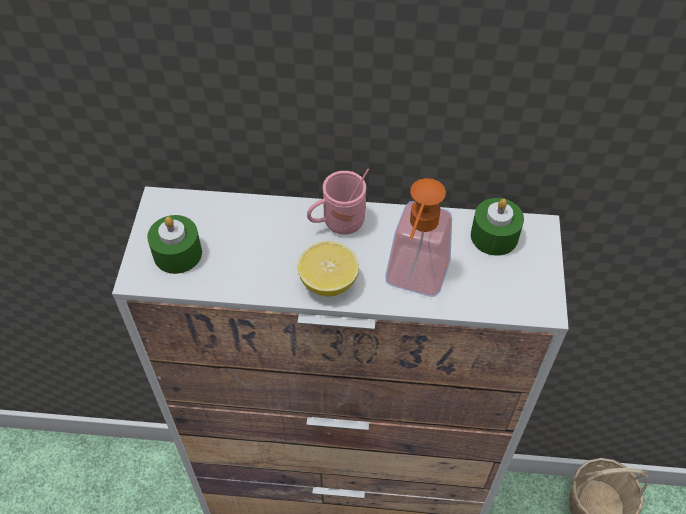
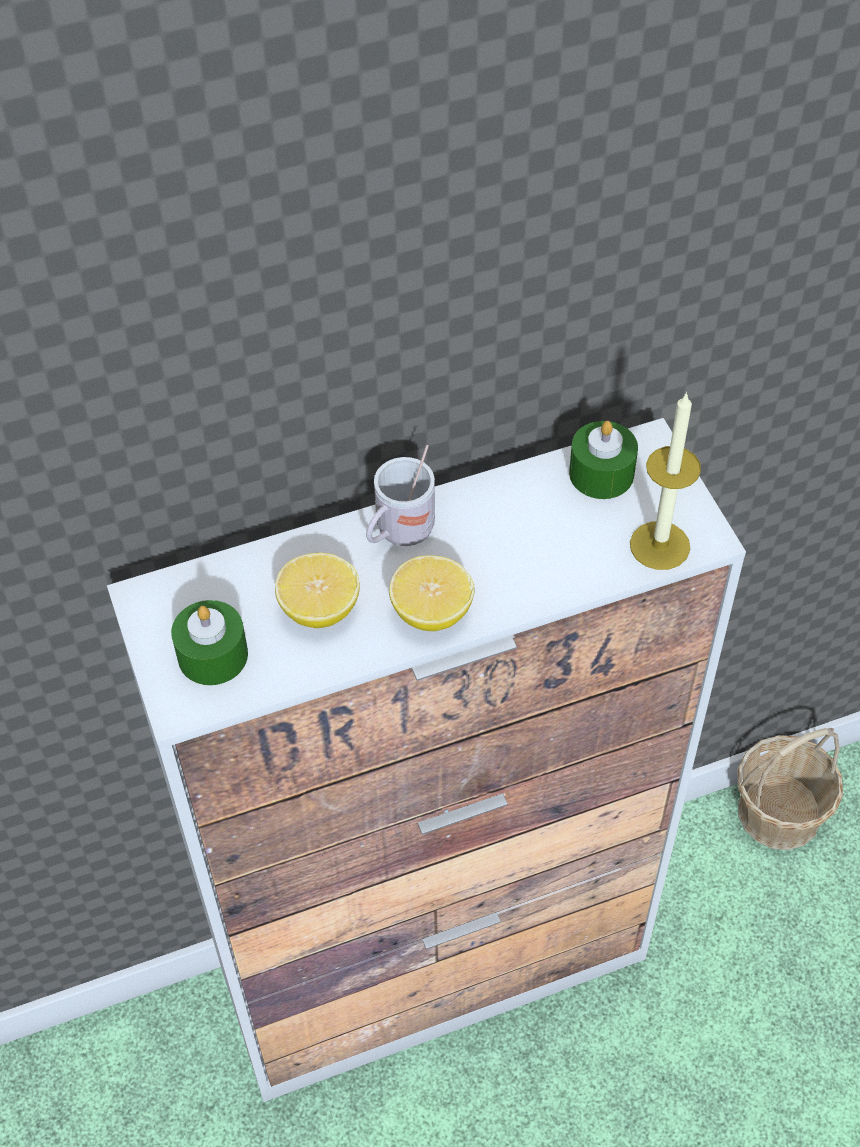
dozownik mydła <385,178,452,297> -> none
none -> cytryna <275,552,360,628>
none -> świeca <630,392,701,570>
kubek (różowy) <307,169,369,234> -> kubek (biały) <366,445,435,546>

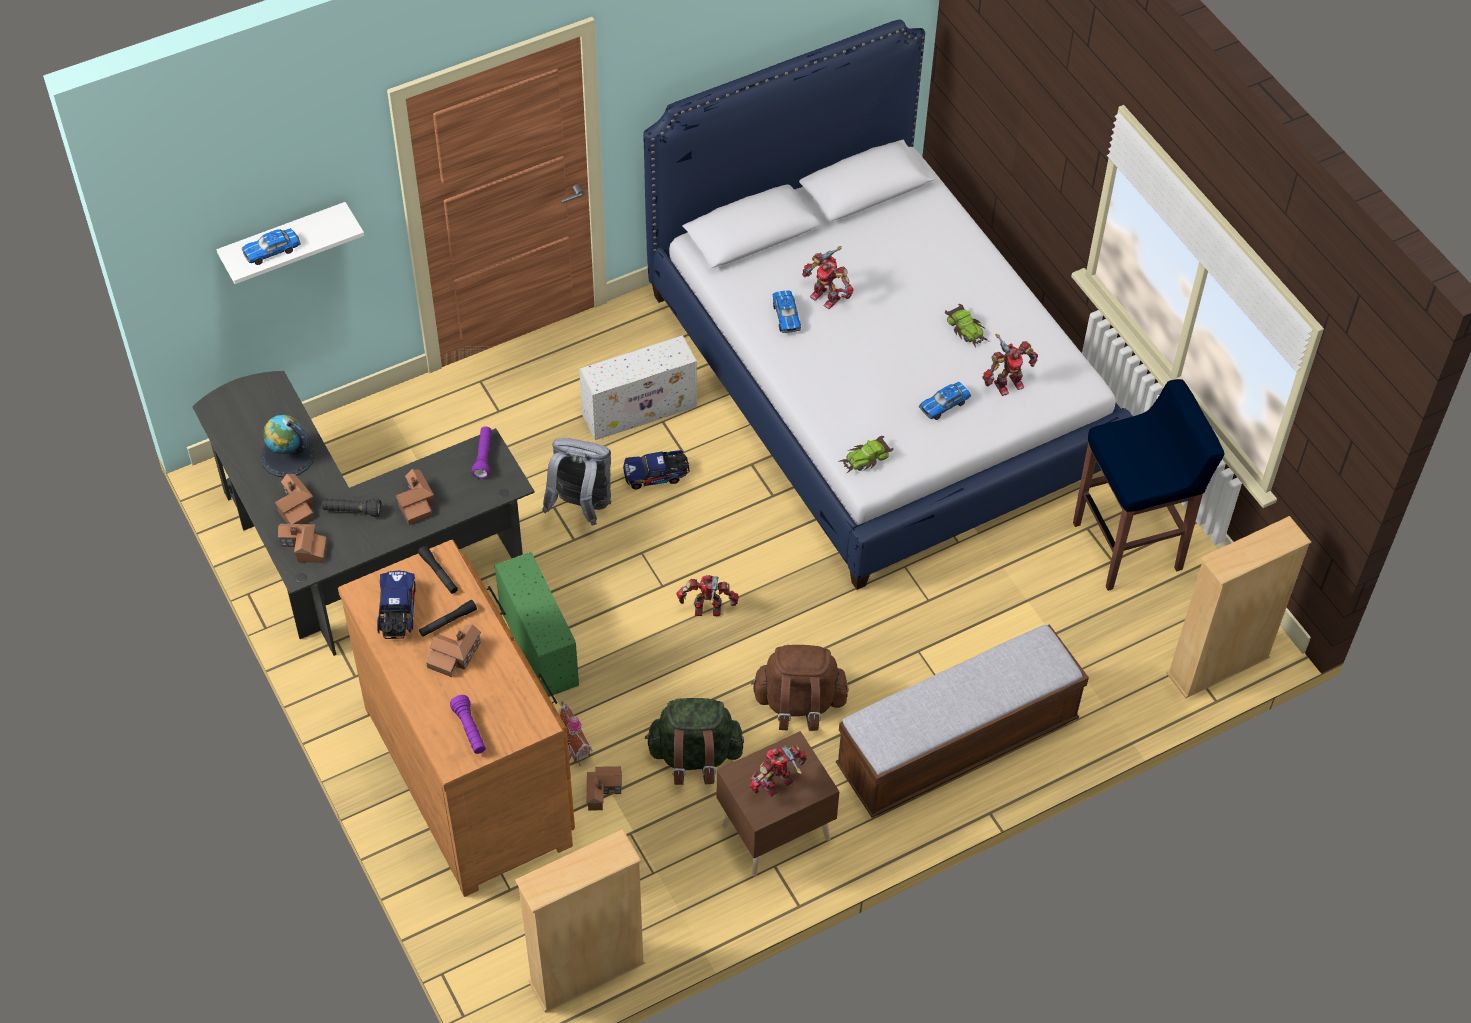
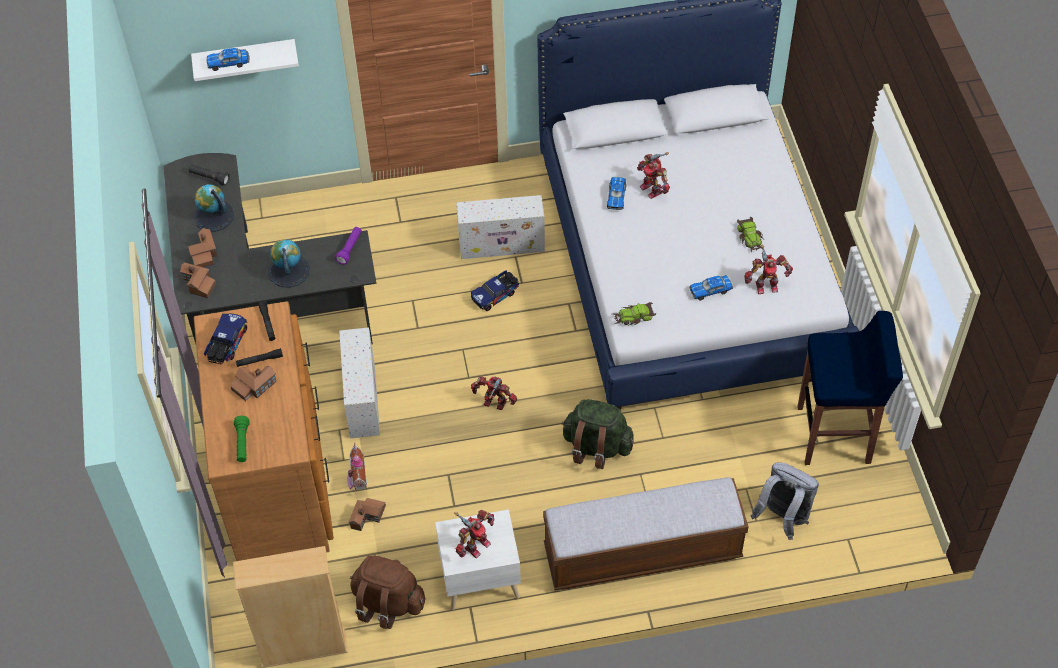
regał (beżowy) <1166,516,1311,698> -> none
latarka (czarny) <322,499,381,517> -> latarka (czarny) <189,165,230,186>, move
plecak (szary) <542,438,611,525> -> plecak (szary) <751,462,819,540>, move
plecak (zielony) <645,698,744,785> -> plecak (zielony) <562,399,634,469>, move
plecak (brązowy) <751,645,849,731> -> plecak (brązowy) <350,556,425,629>, move
domek <396,469,434,525> -> globus <268,239,310,287>
latarka (fioletowy) <450,695,486,754> -> latarka (zielony) <234,416,249,462>
pojemnik do przechowywania (zielony) <495,552,579,697> -> pojemnik do przechowywania (biały) <339,327,380,438>
szafka nocna (brązowy) <716,731,840,876> -> szafka nocna (biały) <435,509,521,611>
ciężarówka zabawkowa <623,450,690,489> -> ciężarówka zabawkowa <471,270,519,311>, 45 degrees counterclockwise
robot zabawkowy <750,745,807,797> -> robot zabawkowy <454,510,495,558>, 150 degrees clockwise

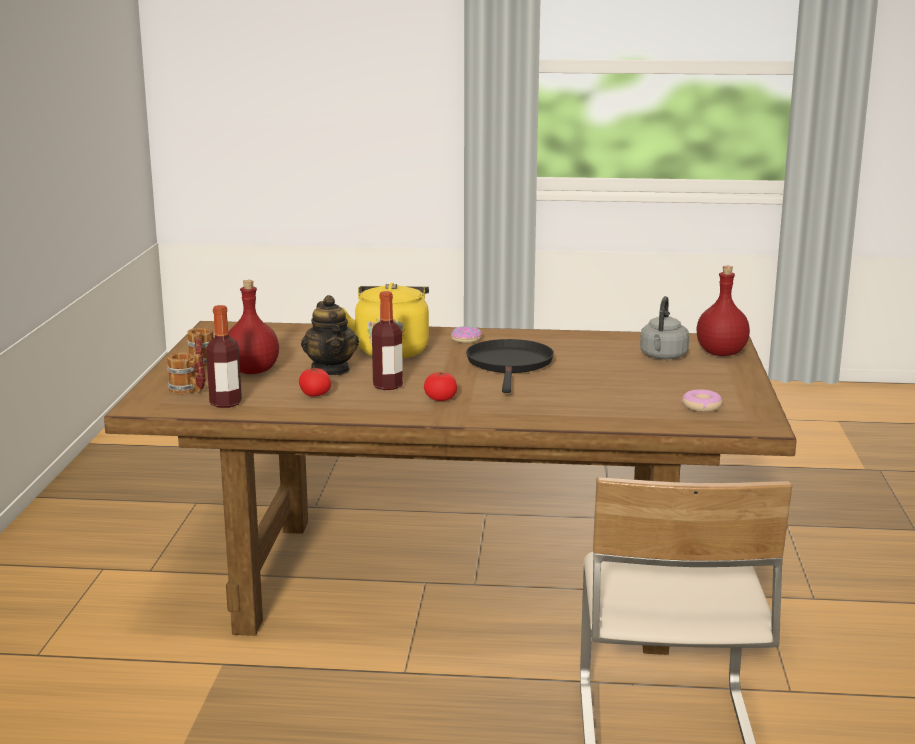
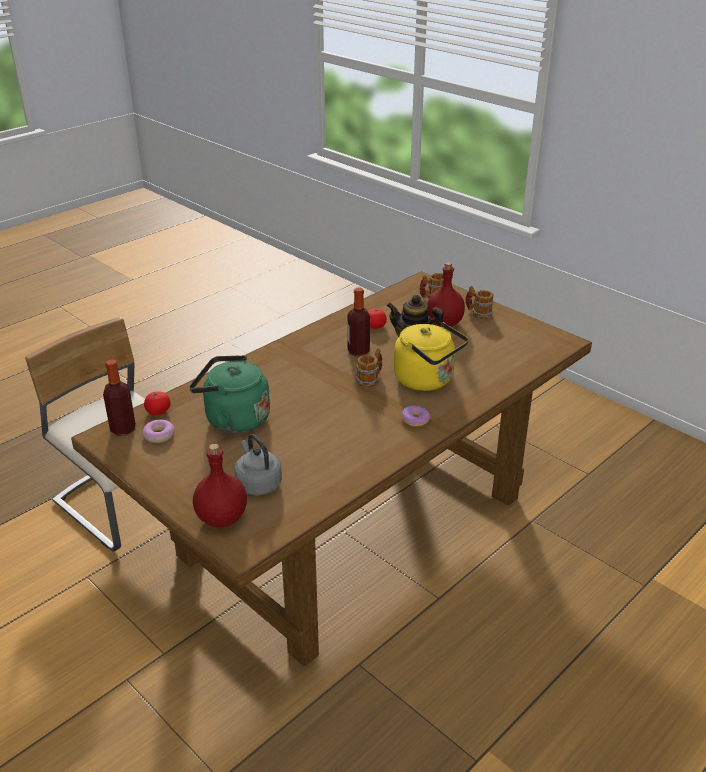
patelnia (czarny) <466,339,554,393> -> none
none -> czajnik (zielony) <190,355,270,433>
none -> kubek <356,348,382,388>
butelka <206,305,242,408> -> butelka <103,359,136,436>, move
pomidor <424,372,457,401> -> pomidor <144,391,171,415>, move

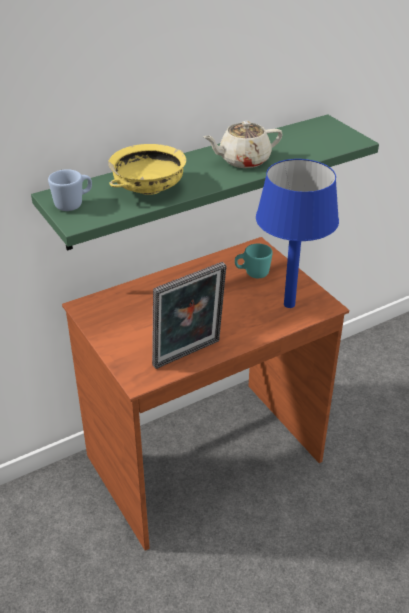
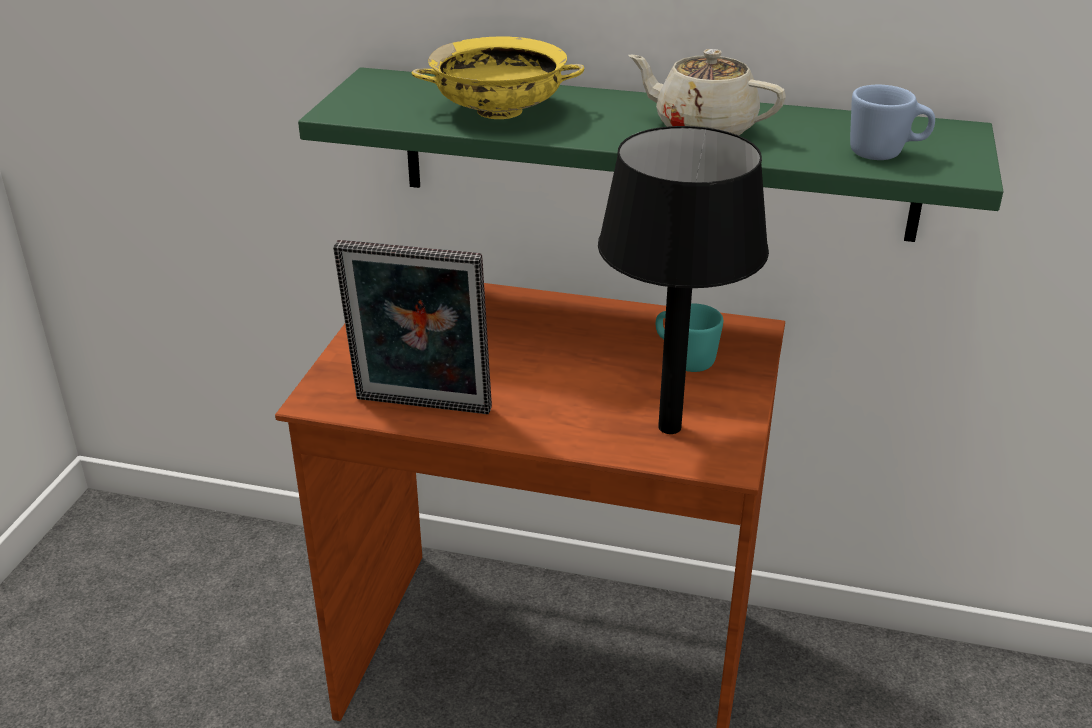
kubek (niebieski) <48,169,92,211> -> kubek (niebieski) <850,85,935,160>, move
lampa stołowa (niebieski) <256,159,339,308> -> lampa stołowa (czarny) <598,126,769,434>

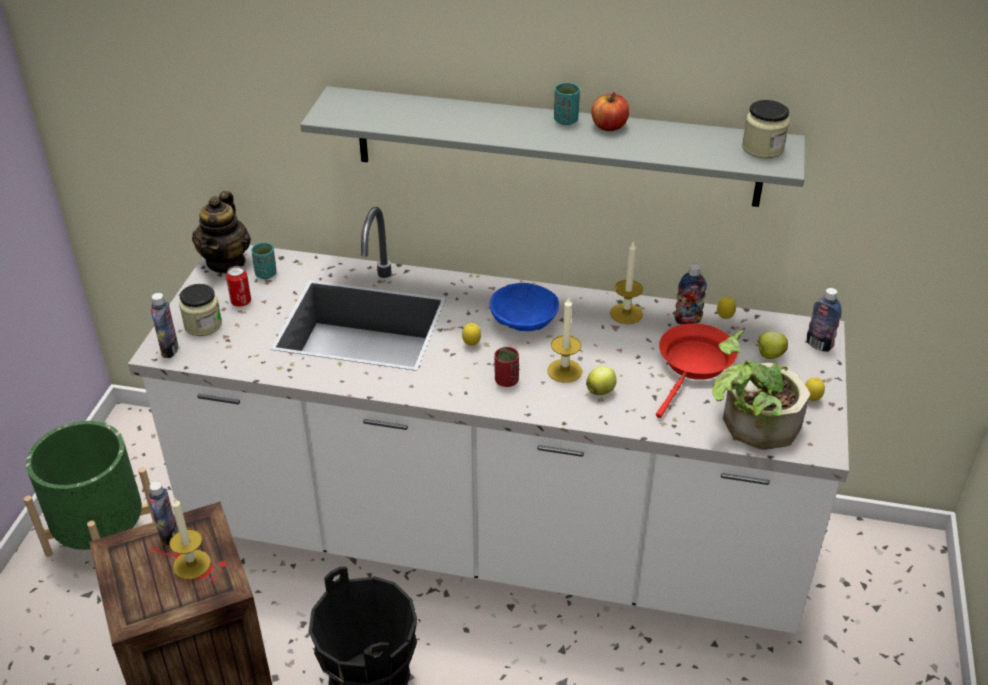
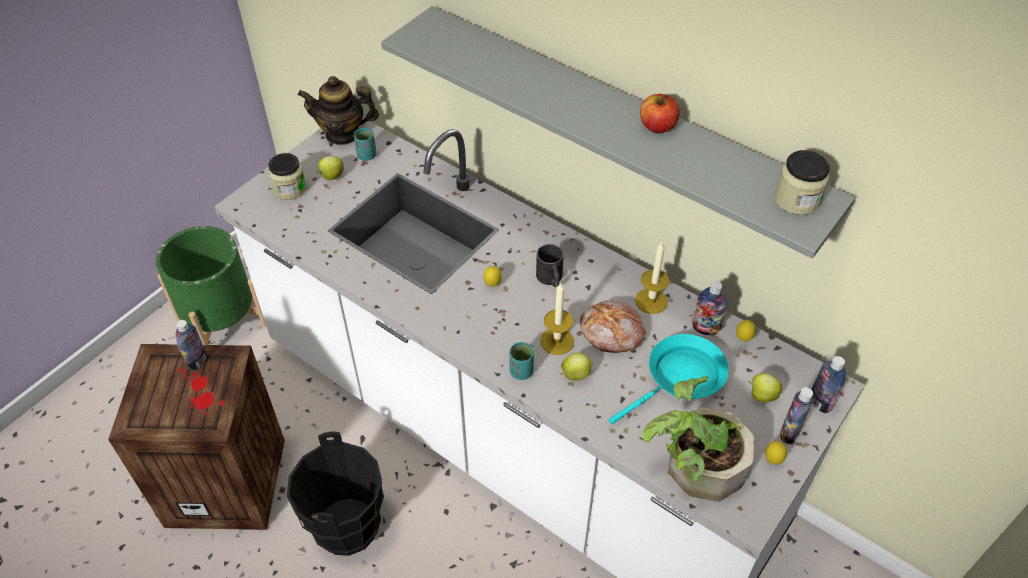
świeca <169,497,211,579> -> none
filiżanka (czerwony) <494,347,519,387> -> none
none -> chleb <580,300,646,353>
butelka <151,293,179,358> -> butelka <780,387,813,444>, move
filiżanka (turkusowy) <554,83,580,125> -> filiżanka (turkusowy) <509,342,534,380>, move
puszka <226,266,251,307> -> jabłko <317,156,344,180>
miska (niebieski) <490,283,559,331> -> kubek (czarny) <536,244,564,287>
patelnia (czerwony) <656,323,738,418> -> patelnia (turkusowy) <609,334,729,424>
imbryk <192,191,251,273> -> imbryk <297,76,379,145>, 60 degrees clockwise

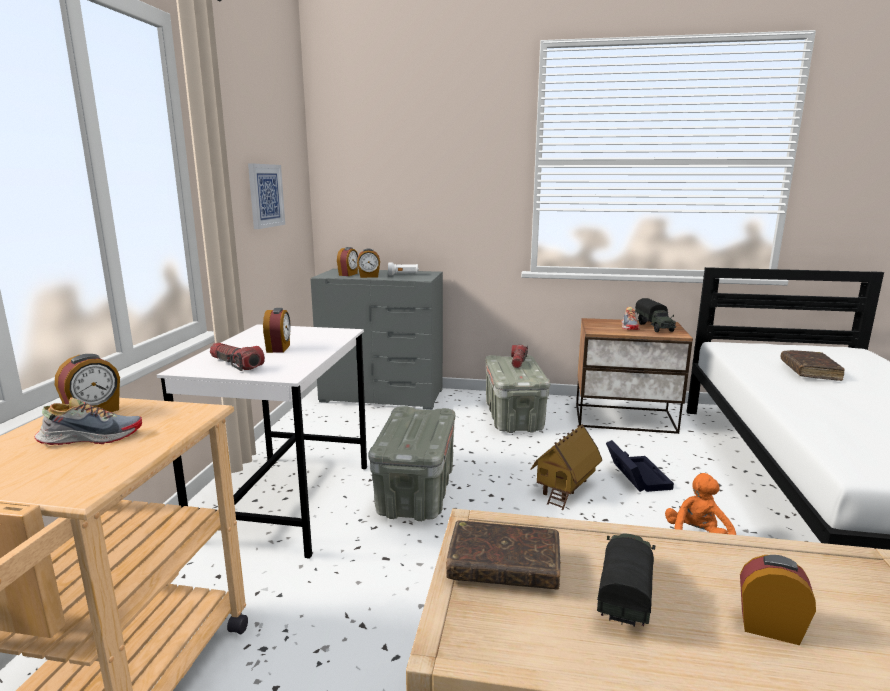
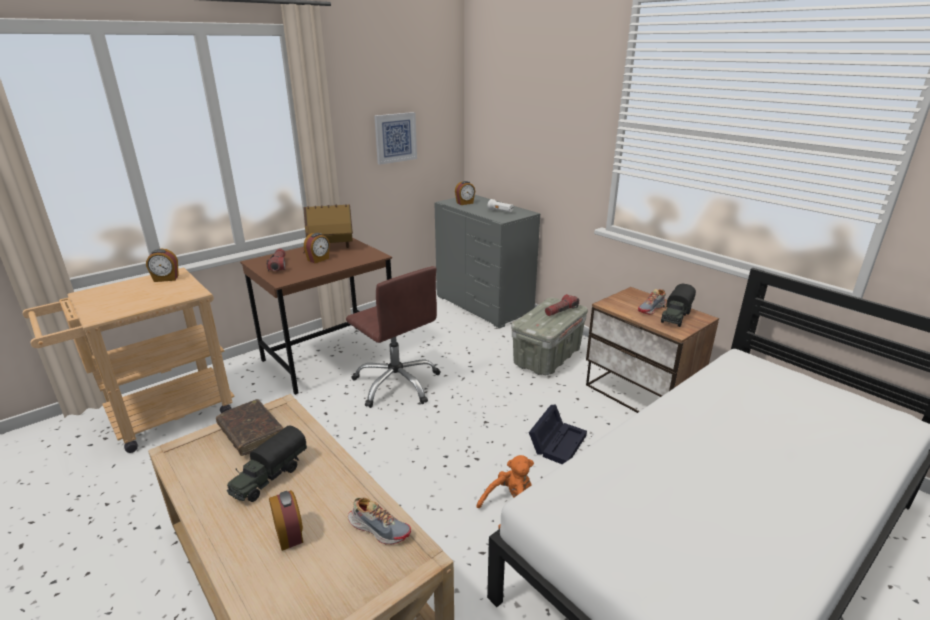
budzik <357,249,380,278> -> none
książka (brązowy) <781,350,845,381> -> none
but <35,397,142,445> -> but <348,498,411,545>, move
domek <531,424,602,510> -> domek <303,204,353,253>, move
pojemnik do przechowywania (szary) <369,406,455,521> -> krzesło biurowe (brązowy) <346,266,441,408>
biurko (biały) <157,324,367,558> -> biurko (brązowy) <240,238,392,395>
ciężarówka zabawkowa <597,533,655,627> -> ciężarówka zabawkowa <227,426,307,502>, 150 degrees clockwise

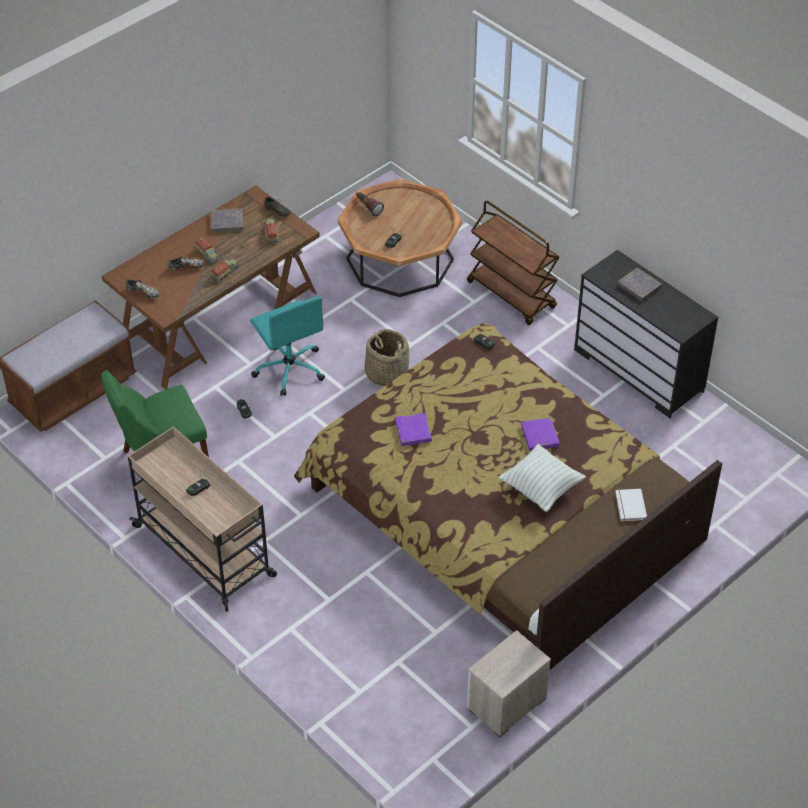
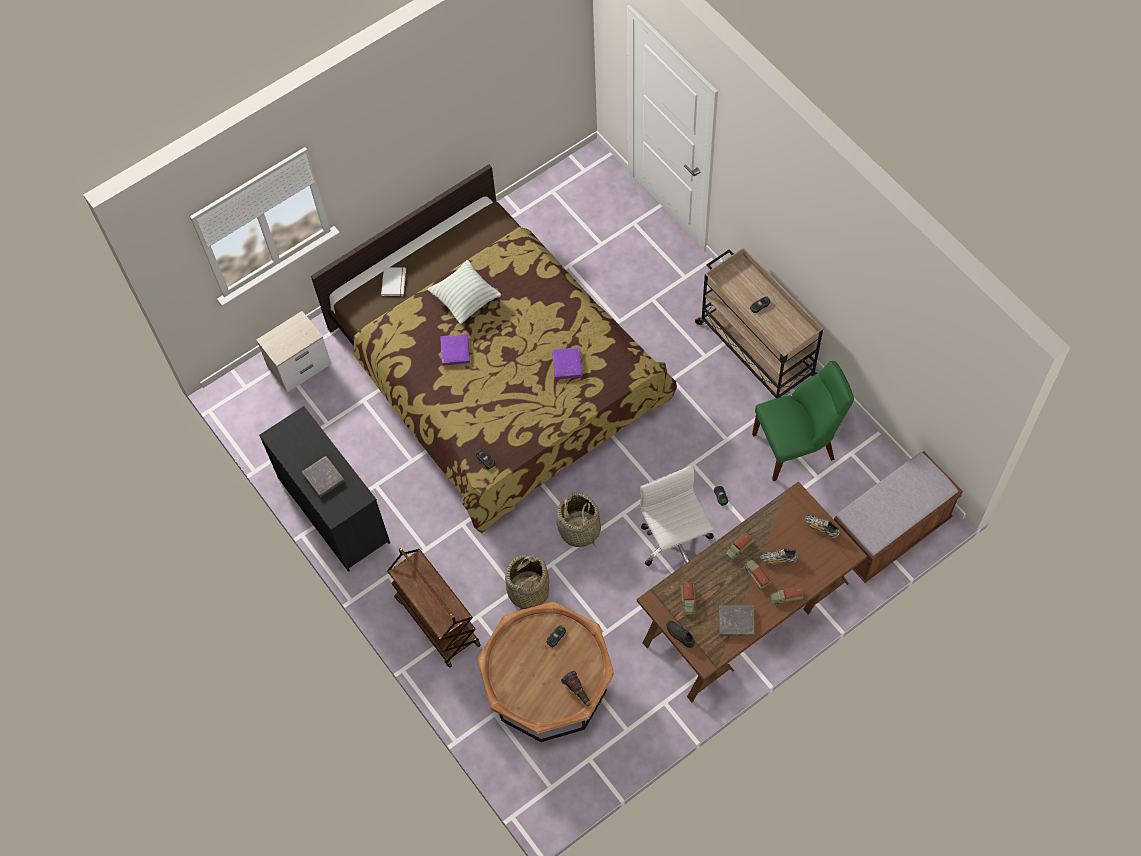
none -> koszyk <505,555,549,611>
none -> ciężarówka zabawkowa <771,586,804,604>
szafka nocna <467,630,551,737> -> szafka nocna <256,311,331,392>, move
krzesło biurowe (turkusowy) <250,297,325,396> -> krzesło biurowe (biały) <640,466,714,566>

